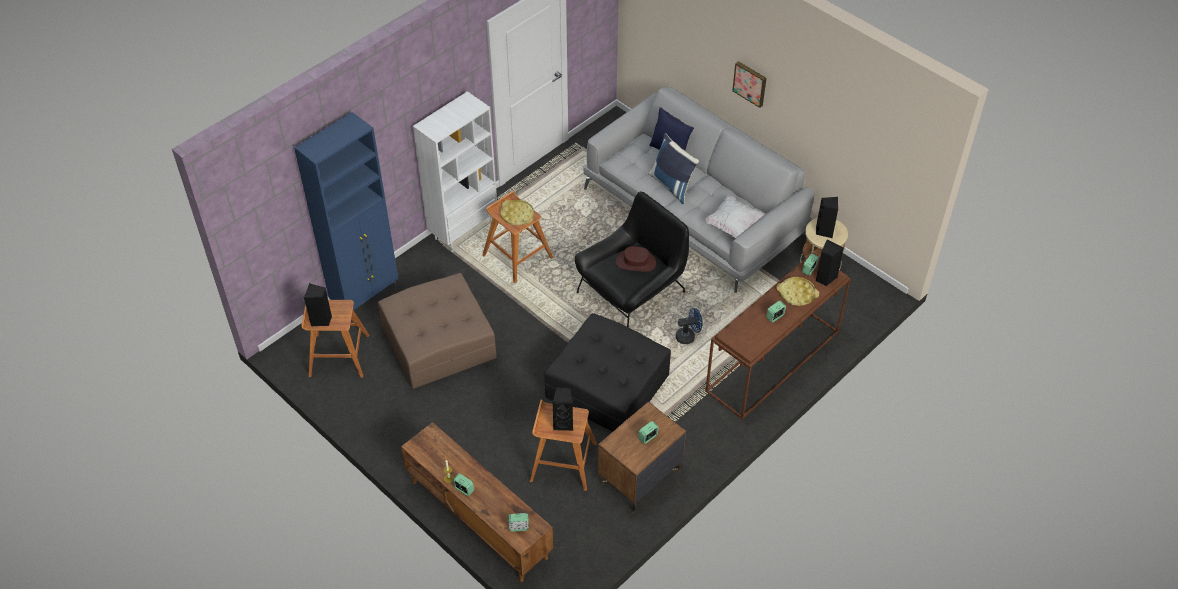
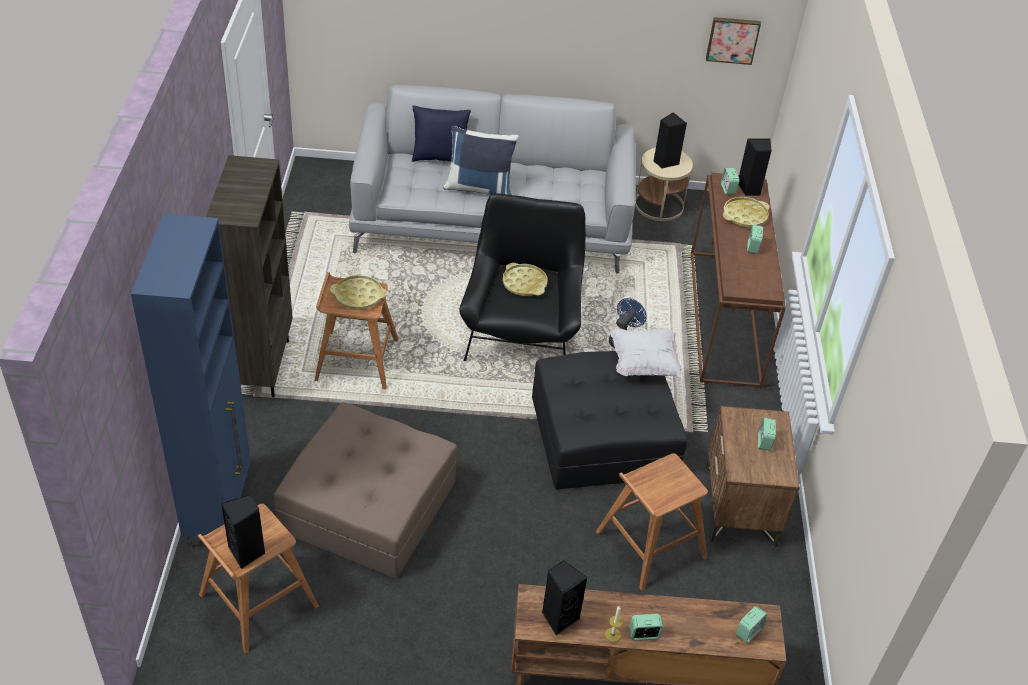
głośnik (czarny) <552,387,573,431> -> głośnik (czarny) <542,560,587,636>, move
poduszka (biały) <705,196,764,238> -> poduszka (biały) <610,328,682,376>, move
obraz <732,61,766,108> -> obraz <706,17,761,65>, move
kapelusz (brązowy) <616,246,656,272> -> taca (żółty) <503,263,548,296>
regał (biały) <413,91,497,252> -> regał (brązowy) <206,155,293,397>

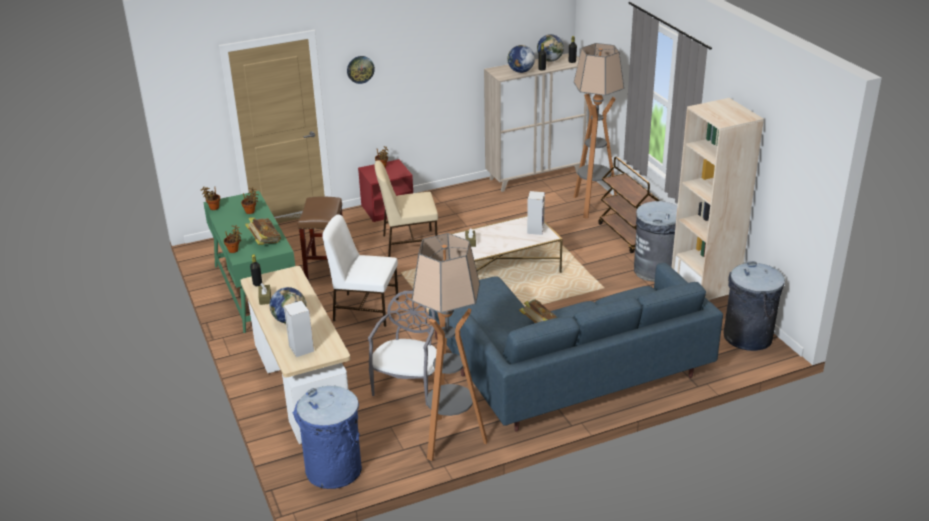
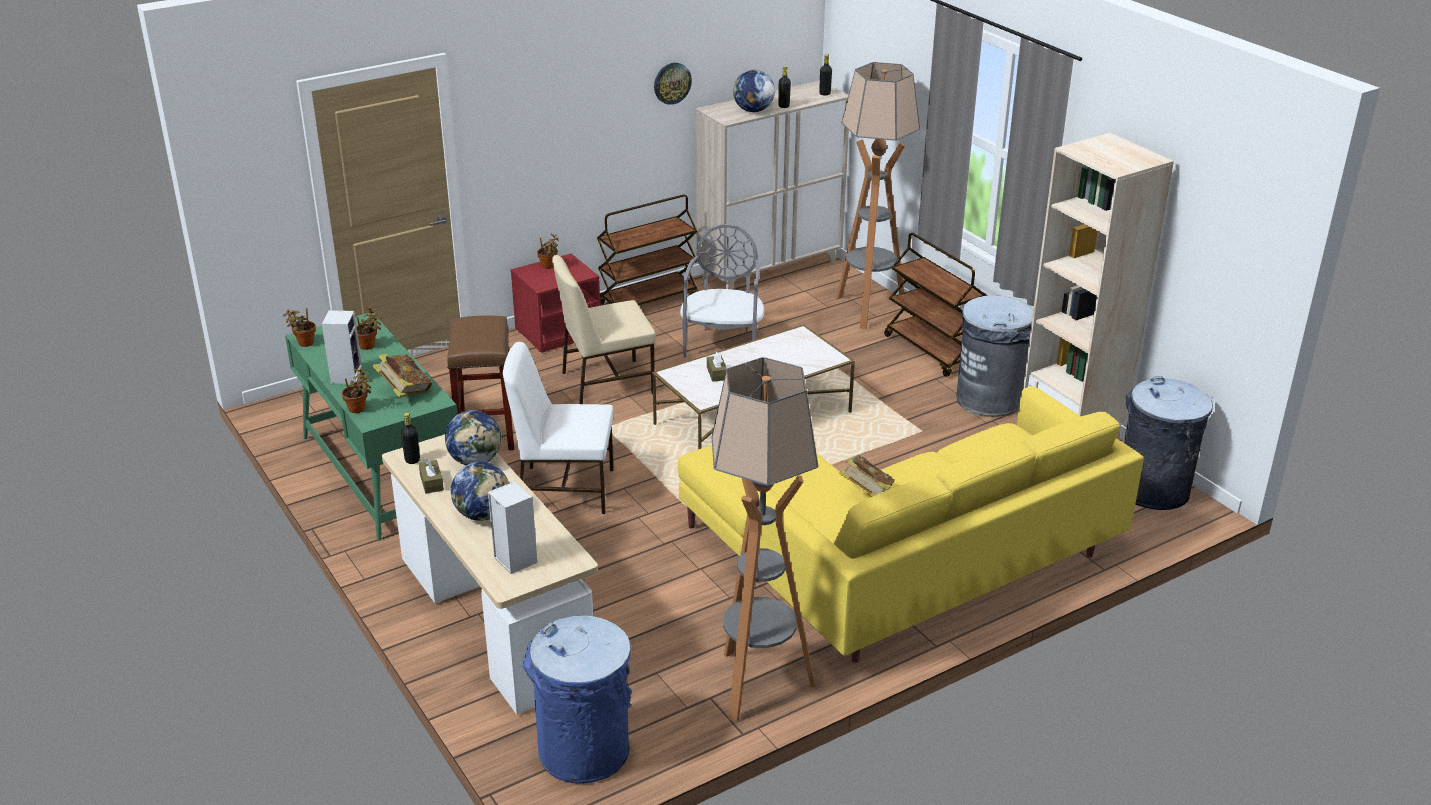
none -> wózek (brązowy) <597,194,699,306>
zegar ścienny <347,56,375,84> -> zegar ścienny <654,63,692,105>, move
krzesło (szary) <368,291,437,406> -> krzesło (szary) <680,224,764,357>, move
głośnik <527,191,545,235> -> głośnik <322,310,362,384>, move
globus <537,34,564,62> -> globus <445,410,501,465>, move
kanapa (niebieski) <429,263,723,432> -> kanapa (żółty) <678,386,1144,663>

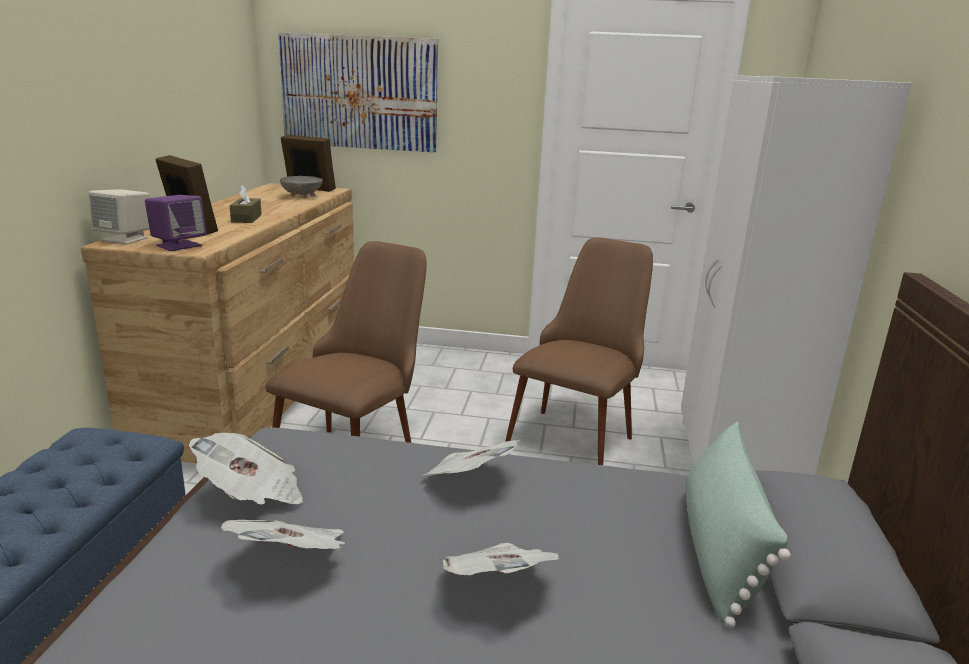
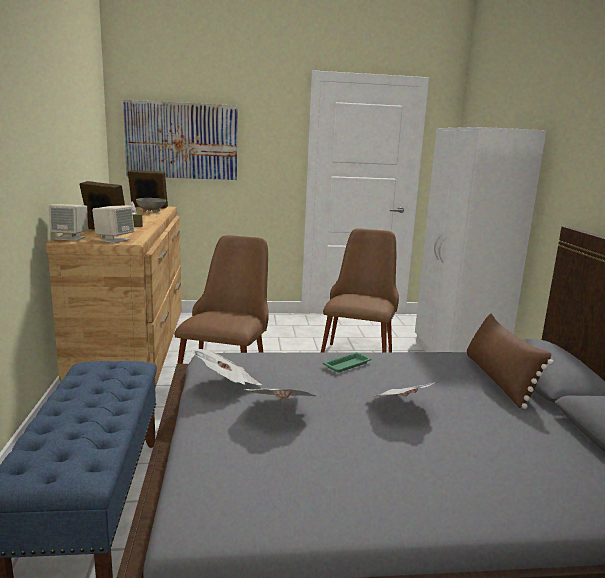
gazeta <423,439,523,476> -> taca (zielony) <323,352,372,373>
głośnik (fioletowy) <145,195,207,251> -> głośnik (beżowy) <92,205,134,243>
poduszka (zielony) <685,422,791,628> -> poduszka (brązowy) <467,314,554,409>

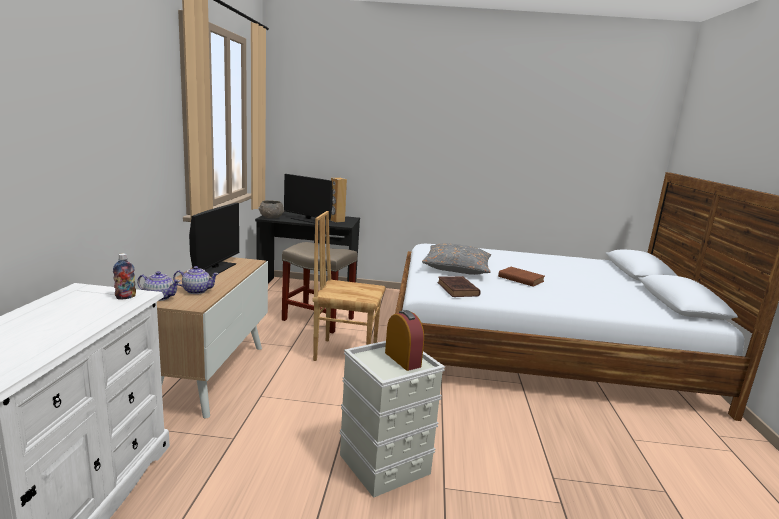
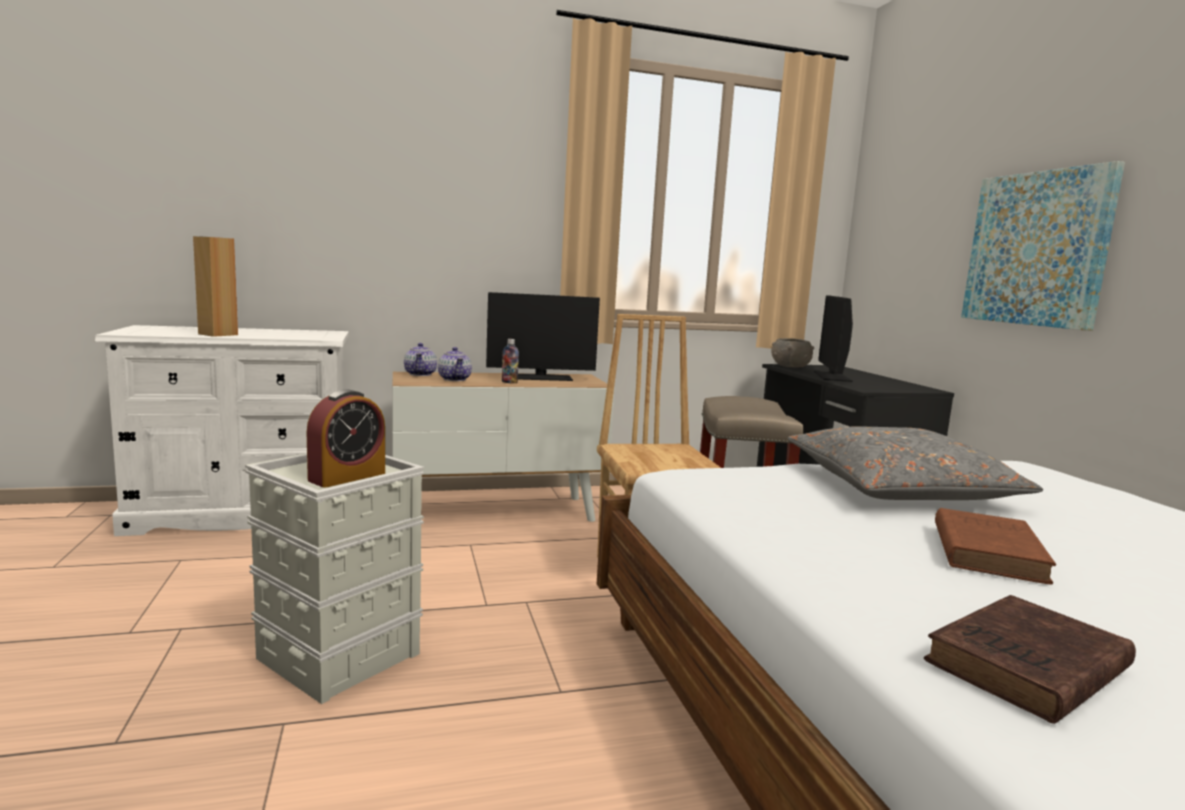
none -> obraz <961,161,1125,331>
butelka <113,253,136,299> -> butelka <502,339,519,384>, move
głośnik (brązowy) <330,178,347,223> -> głośnik (brązowy) <193,236,238,337>, move
książka (brązowy) <437,276,481,297> -> książka (brązowy) <924,595,1136,724>, move

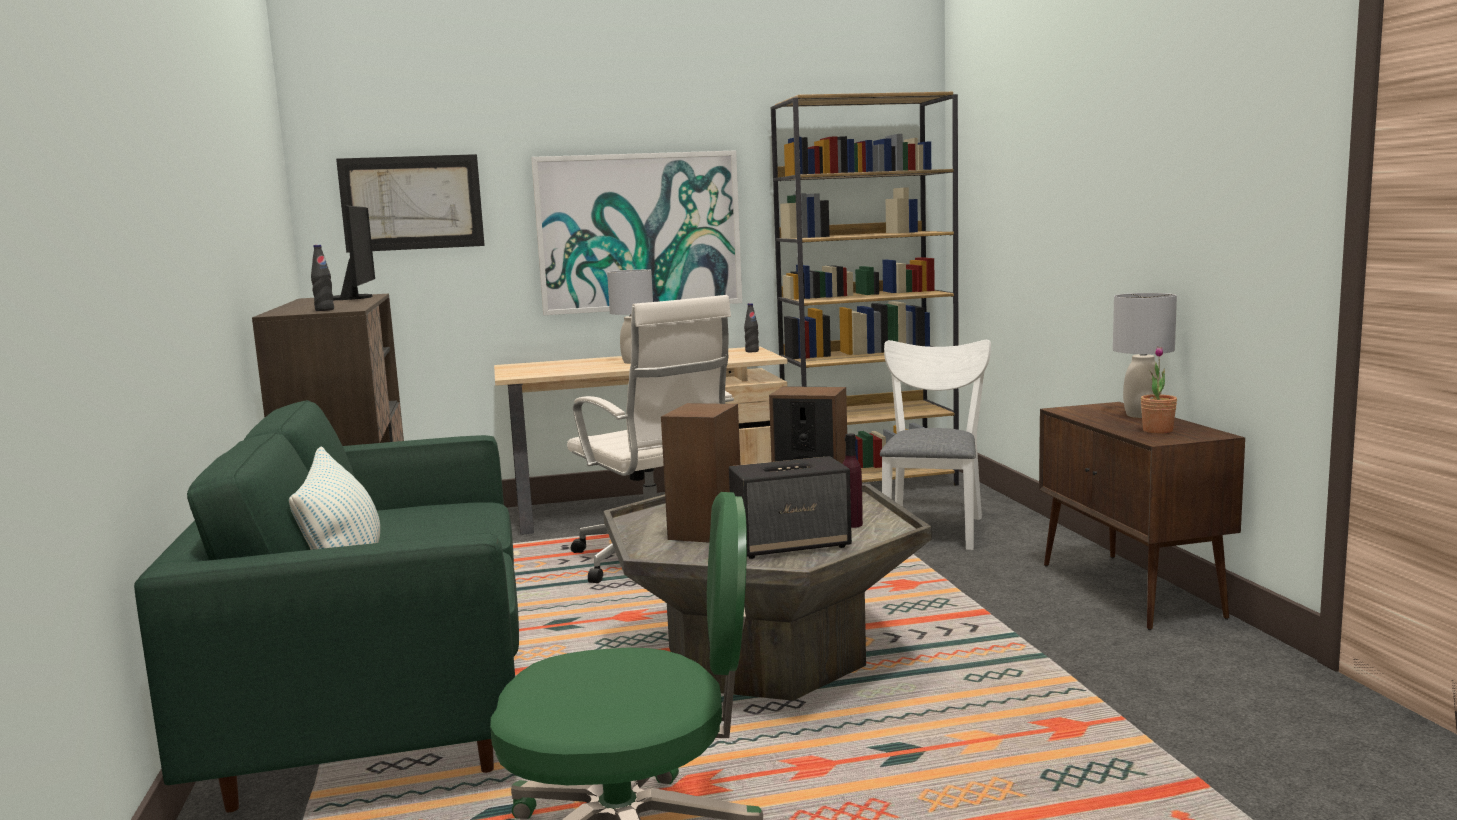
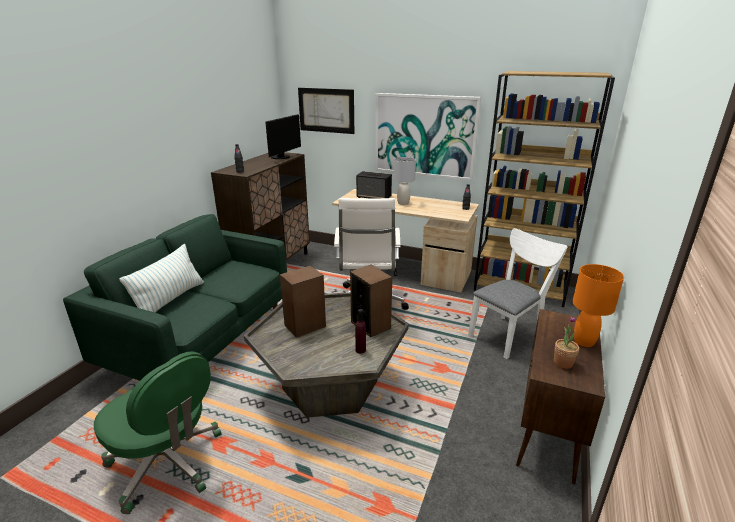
głośnik <729,456,852,559> -> głośnik <356,171,392,199>, move
lampa stołowa (szary) <1113,293,1177,418> -> lampa stołowa (pomarańczowy) <573,264,624,347>

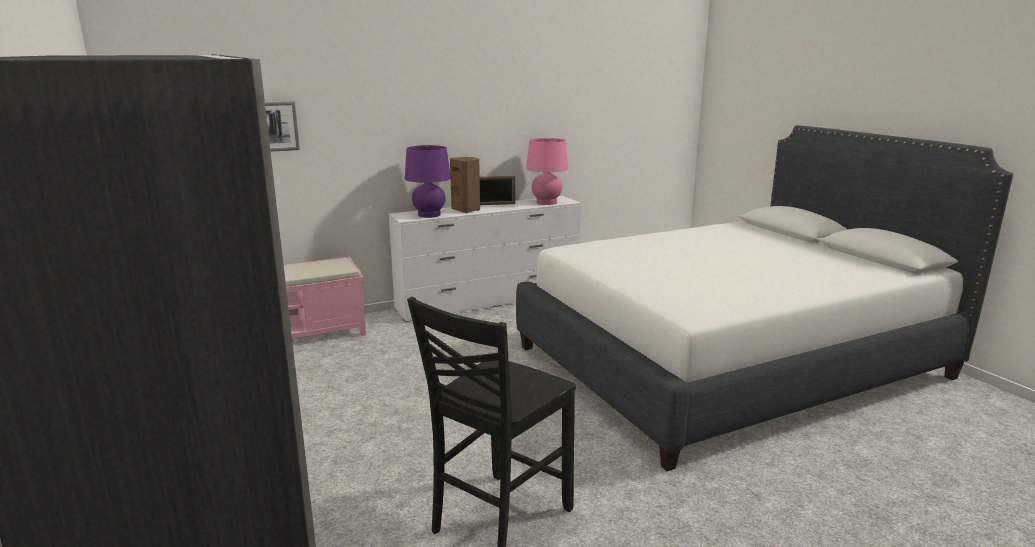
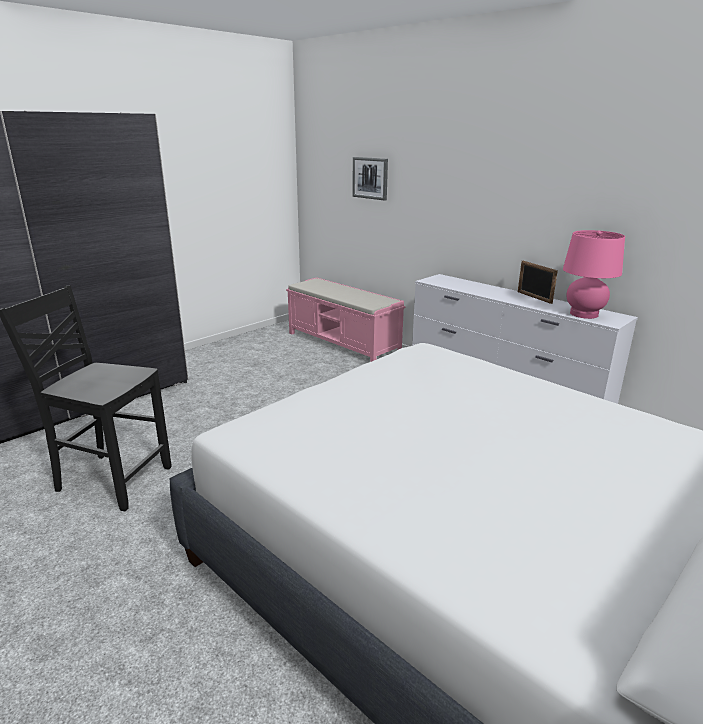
lampa stołowa (fioletowy) <405,145,451,218> -> none
głośnik (brązowy) <450,157,480,213> -> none

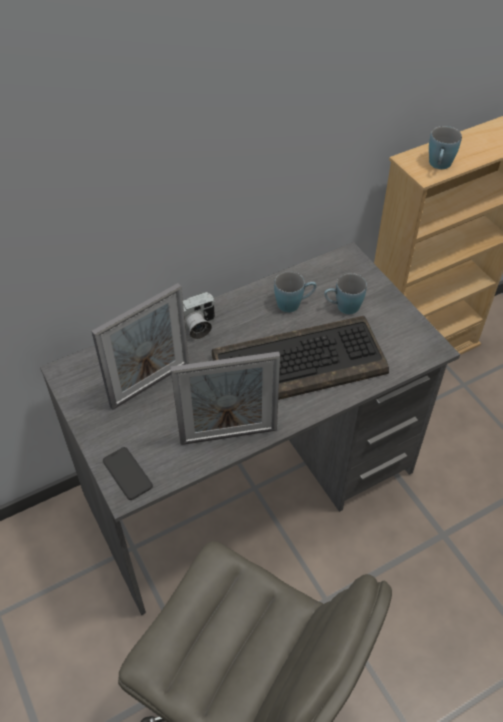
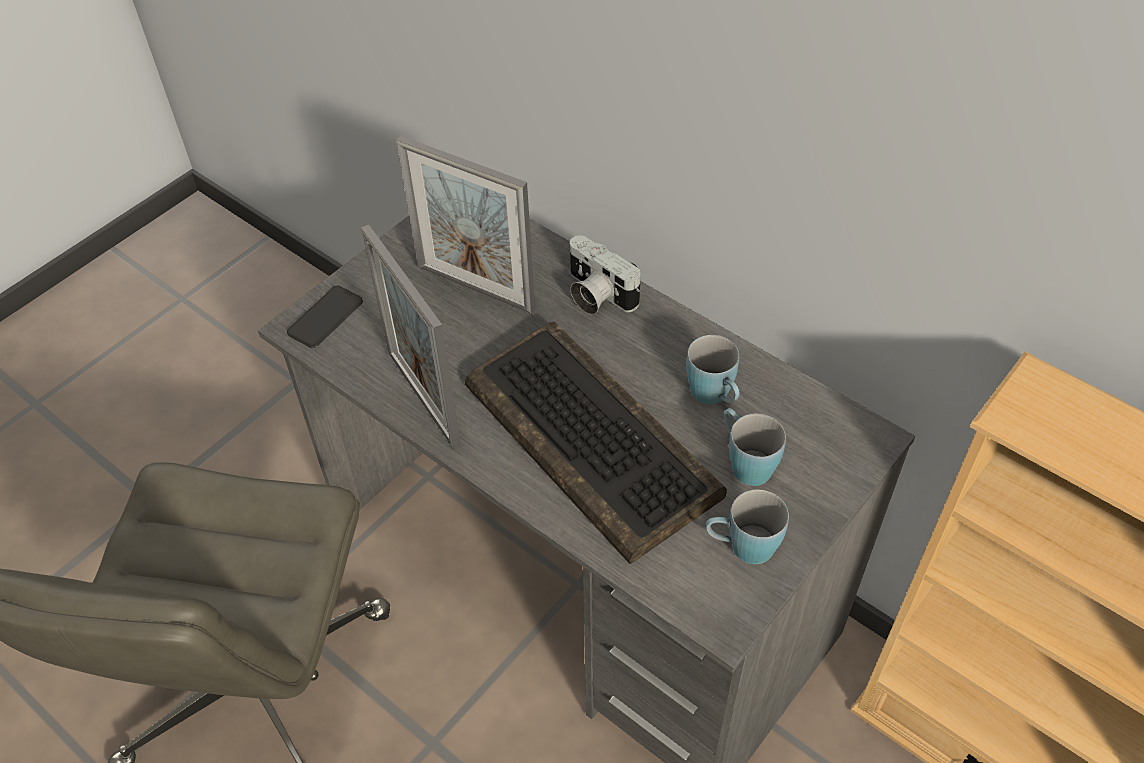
kubek (niebieski) <429,126,462,169> -> kubek (niebieski) <706,489,789,564>, move

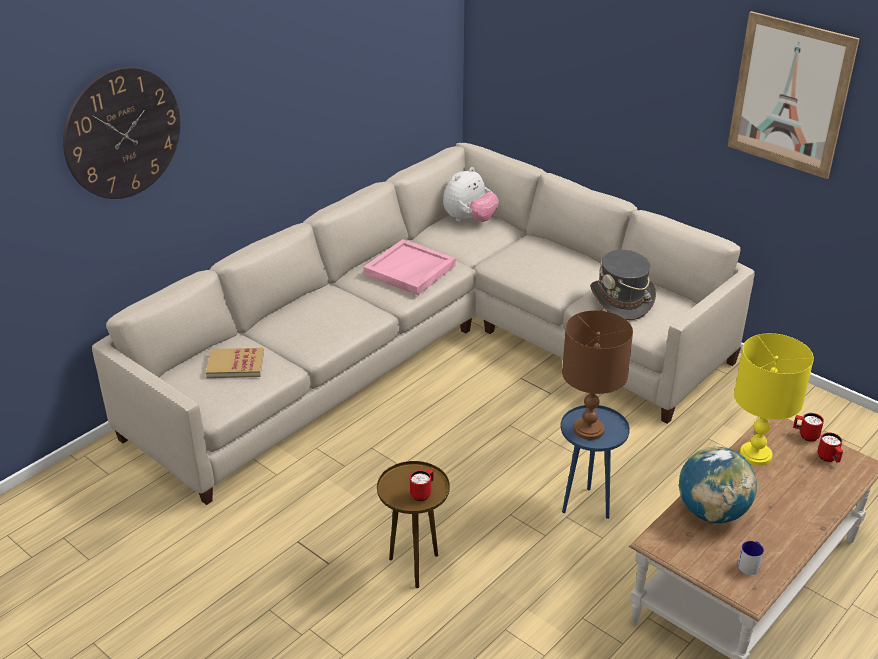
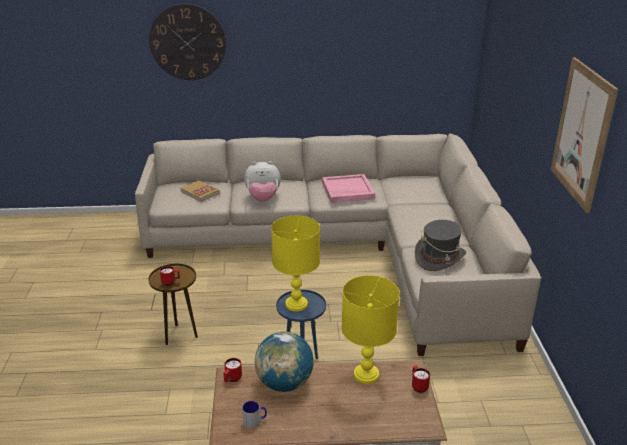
pluszak <443,167,499,222> -> pluszak <244,161,281,202>, move
kubek (czerwony) <817,432,843,463> -> kubek (czerwony) <223,358,242,382>, move
lampa stołowa (brązowy) <562,310,633,440> -> lampa stołowa (żółty) <271,216,320,311>

